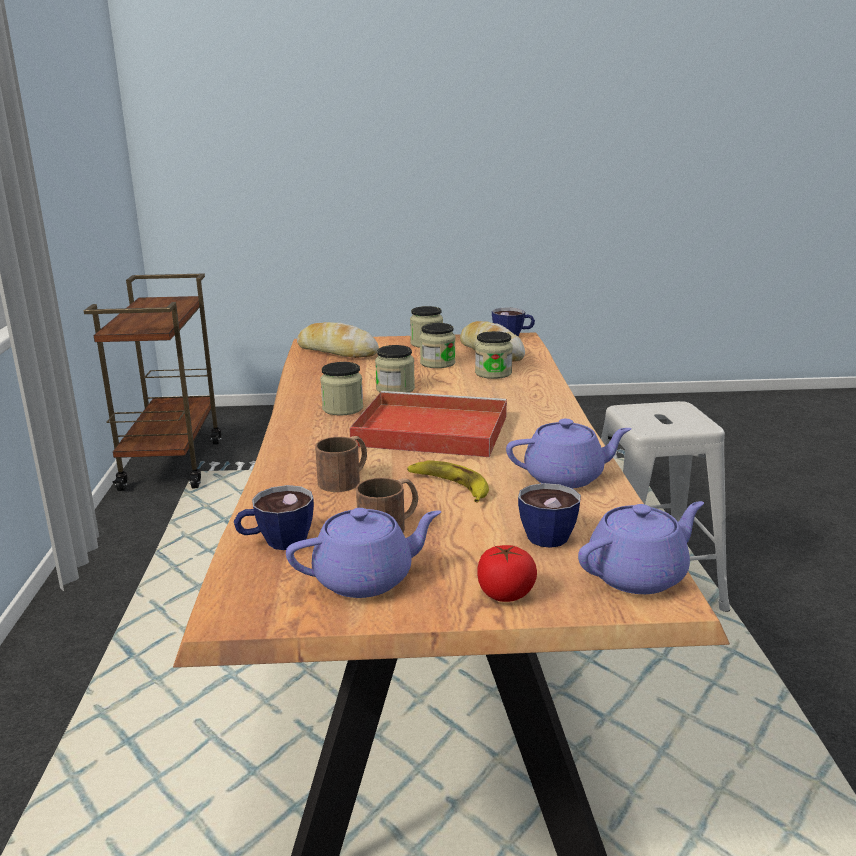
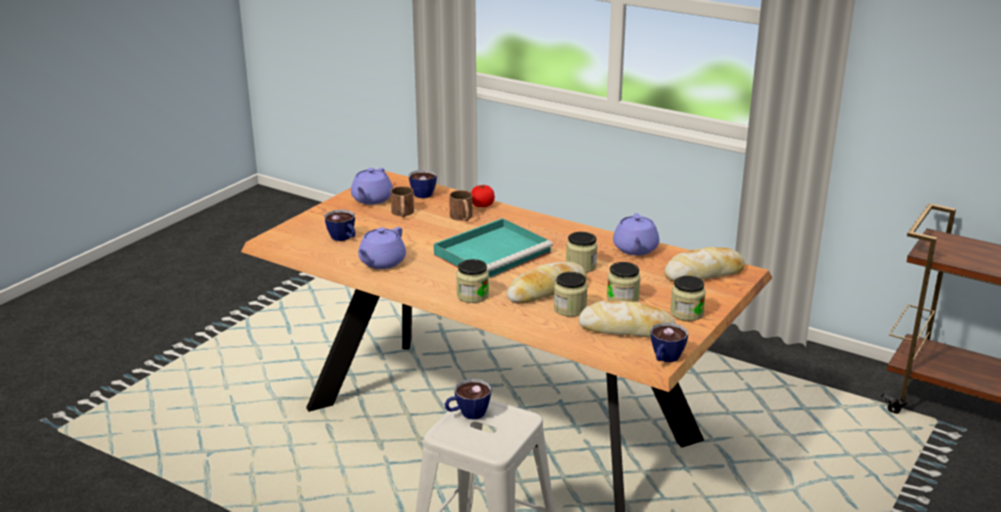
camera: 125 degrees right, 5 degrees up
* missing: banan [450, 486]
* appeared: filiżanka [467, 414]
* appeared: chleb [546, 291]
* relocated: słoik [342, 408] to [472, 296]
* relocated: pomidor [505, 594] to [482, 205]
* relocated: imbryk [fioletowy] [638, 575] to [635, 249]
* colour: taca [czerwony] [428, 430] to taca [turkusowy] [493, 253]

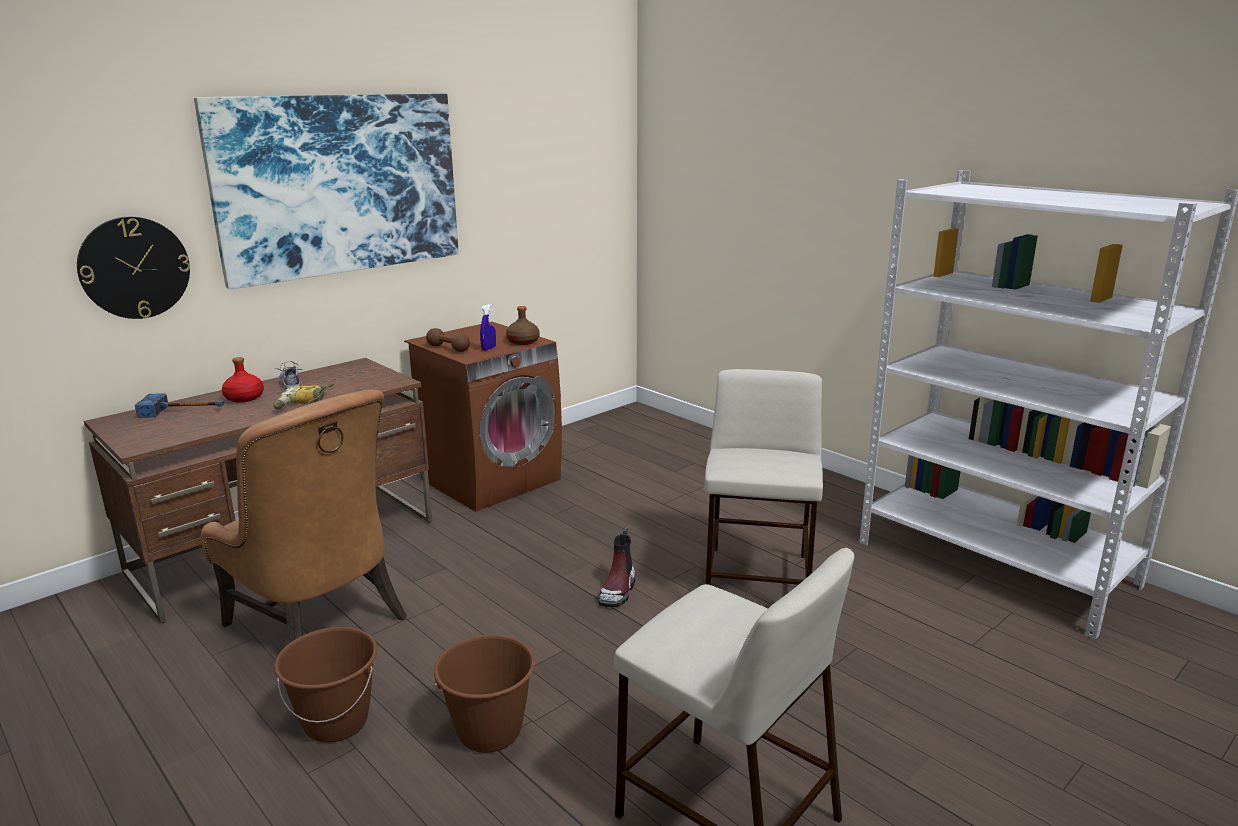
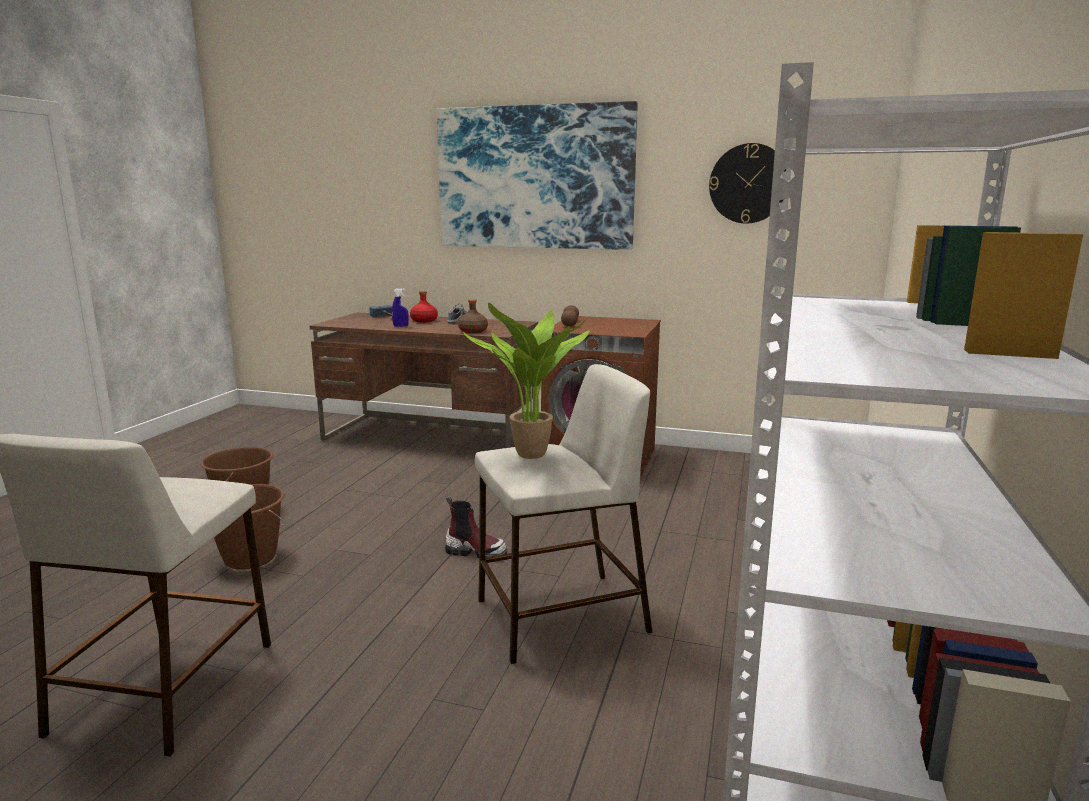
camera: 60 degrees right, 5 degrees down
* missing: krzesło [brązowy] [319, 621]
* missing: wiertarka [304, 403]
* appeared: roślina doniczkowa [534, 456]
* relocated: zegar ścienny [134, 268] to [748, 183]
* relocated: spryskiwacz [niebieski] [488, 349] to [400, 326]
* relocated: butelka [brązowy] [523, 341] to [473, 331]
* spun: but z cholewką [618, 591] = [476, 552] 150 degrees counterclockwise

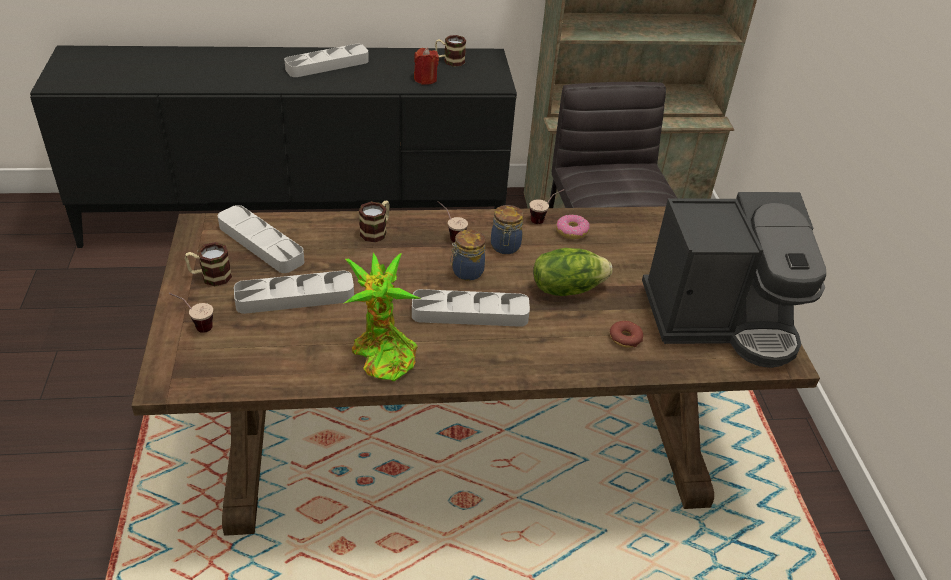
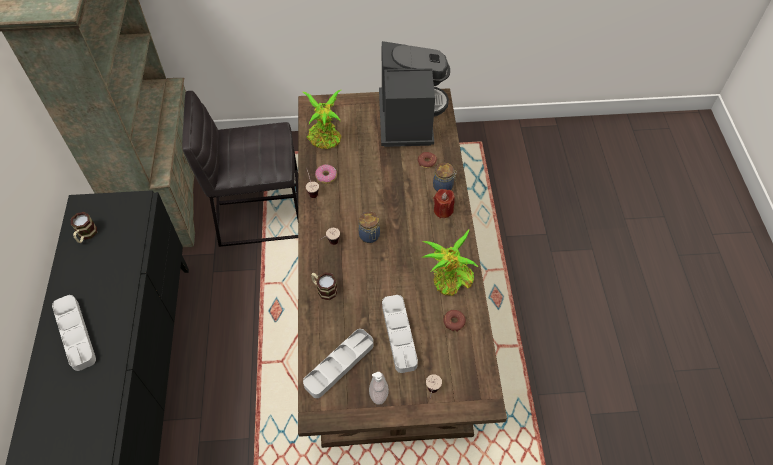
camera: 85 degrees left, 15 degrees up
* missing: taca [szary] [470, 313]
* missing: sałata [567, 288]
* appeared: roślina doniczkowa [325, 139]
* appeared: donut [454, 322]
* relocated: świeca [czerwony] [425, 79] to [443, 210]
* relocated: słoik [505, 247] to [443, 187]
* exchanged: kubek [210, 276] to dozownik mydła [378, 393]

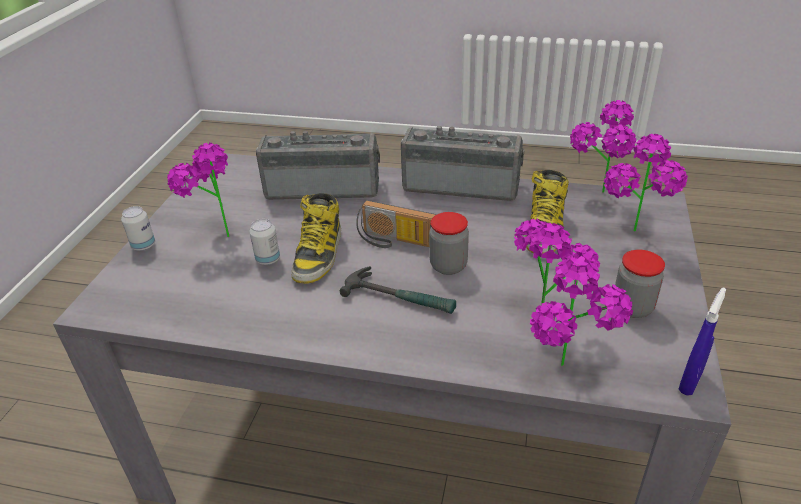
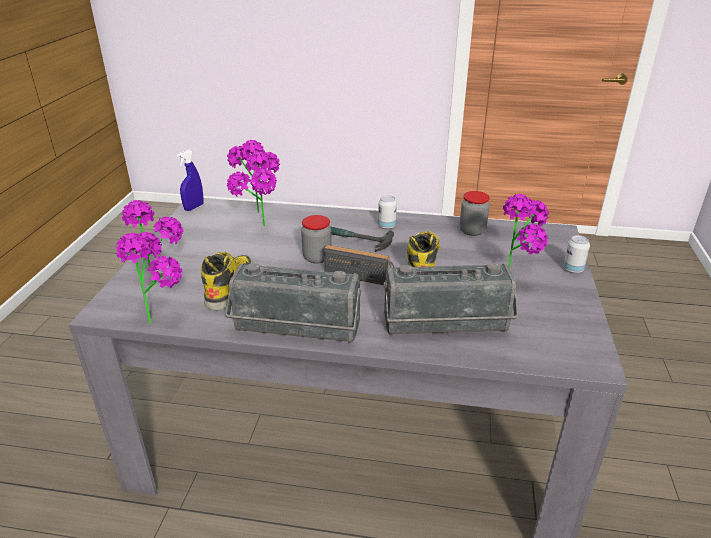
camera: 175 degrees right, 5 degrees down
* relocated: puszka [268, 259] to [386, 226]
* relocated: słoik [632, 307] to [472, 231]

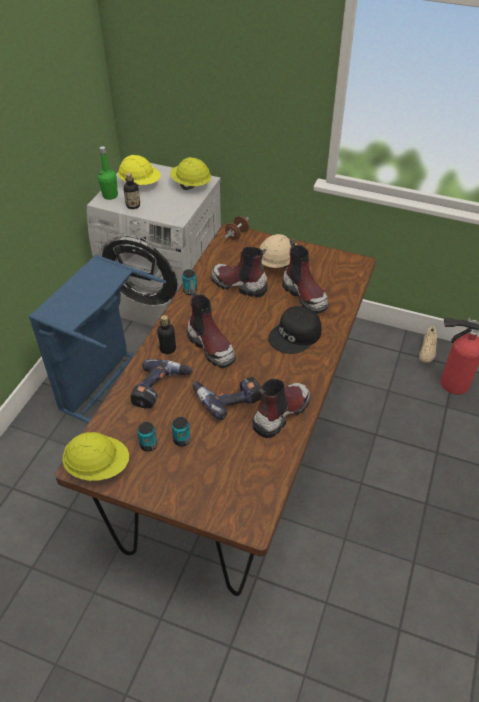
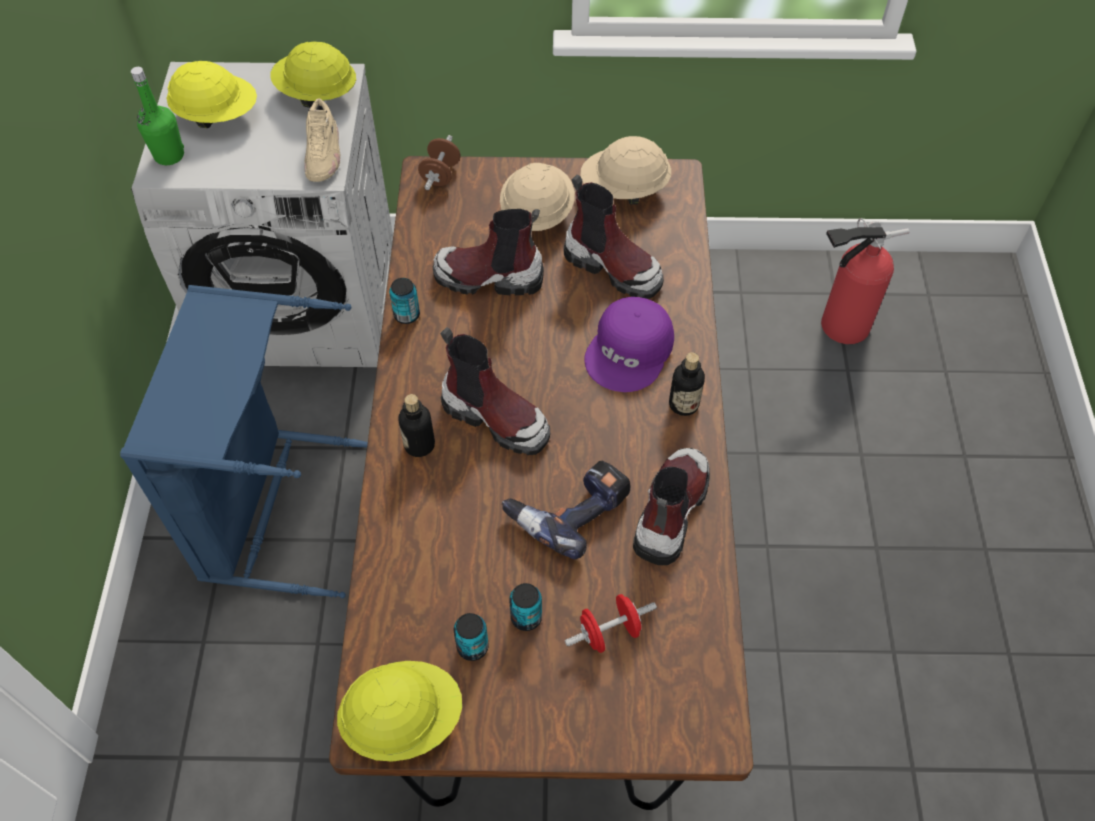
camera: 20 degrees left, 10 degrees up
* missing: wiertarka [160, 389]
* appeared: hantel [czerwony] [609, 632]
* appeared: kask [beżowy] [624, 190]
* relocated: butelka [133, 205] to [683, 404]
* relocated: but [beżowy] [427, 350] to [324, 155]
* colour: czapka z daszkiem [czarny] [295, 335] to czapka z daszkiem [fioletowy] [630, 351]

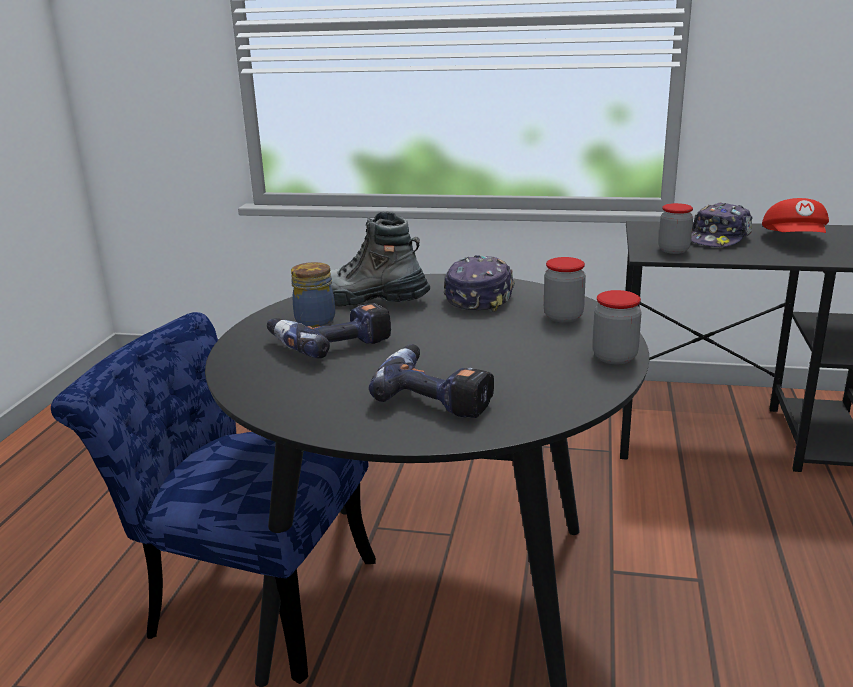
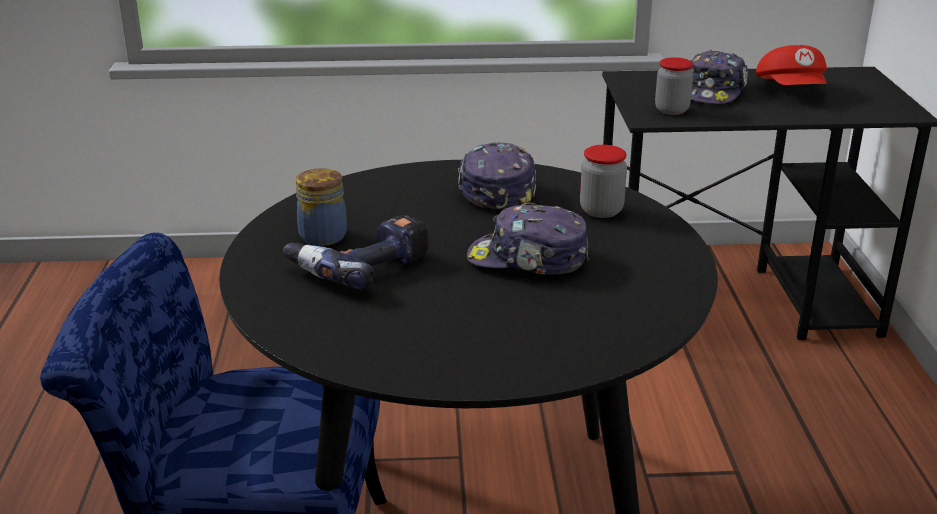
camera: 15 degrees left, 5 degrees up
* missing: but z cholewką [368, 299]
* missing: wiertarka [437, 394]
* missing: słoik [614, 357]
* appeared: czapka z daszkiem [528, 259]

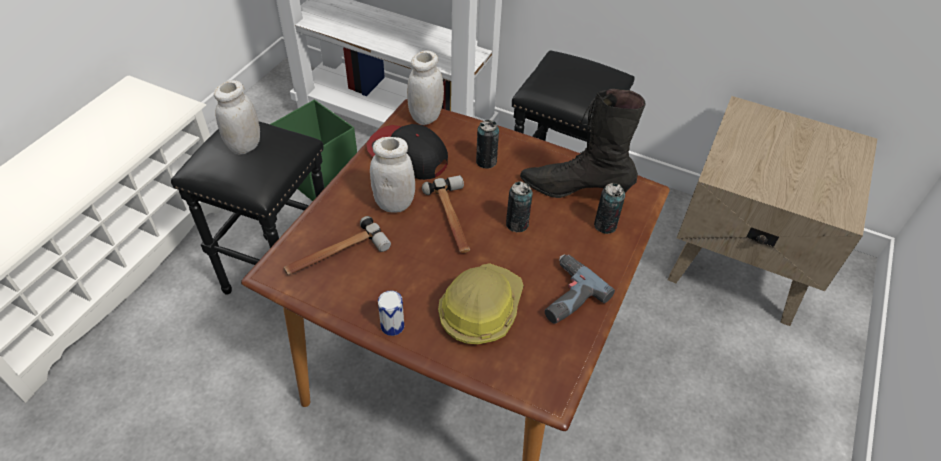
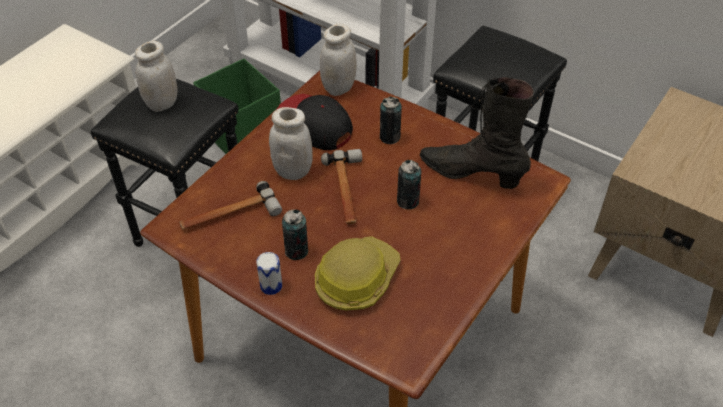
camera: 10 degrees right, 0 degrees up
* missing: wiertarka [565, 294]
* relocated: puszka [605, 225] to [296, 251]

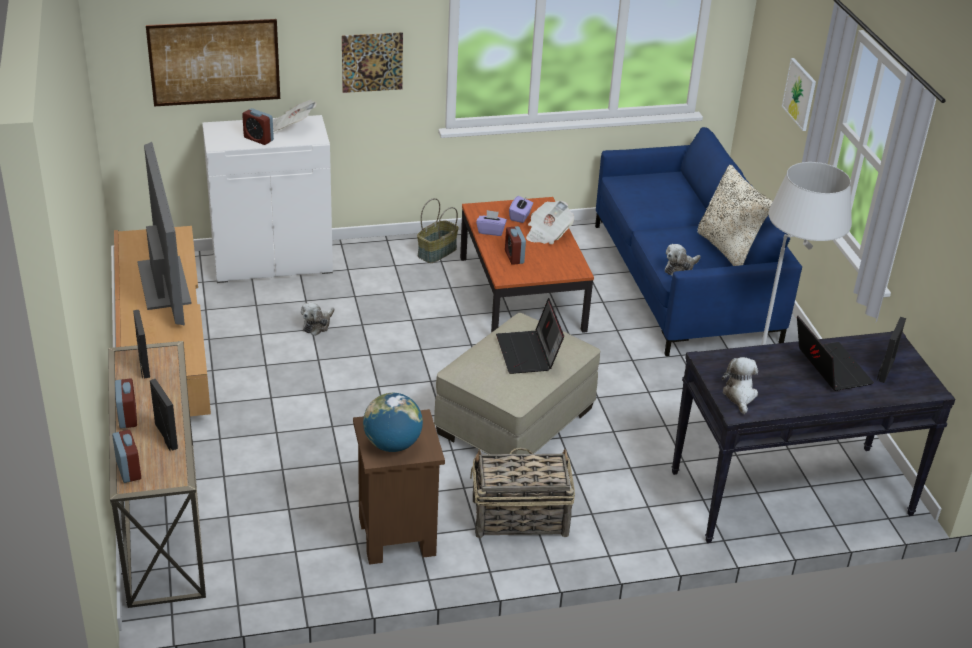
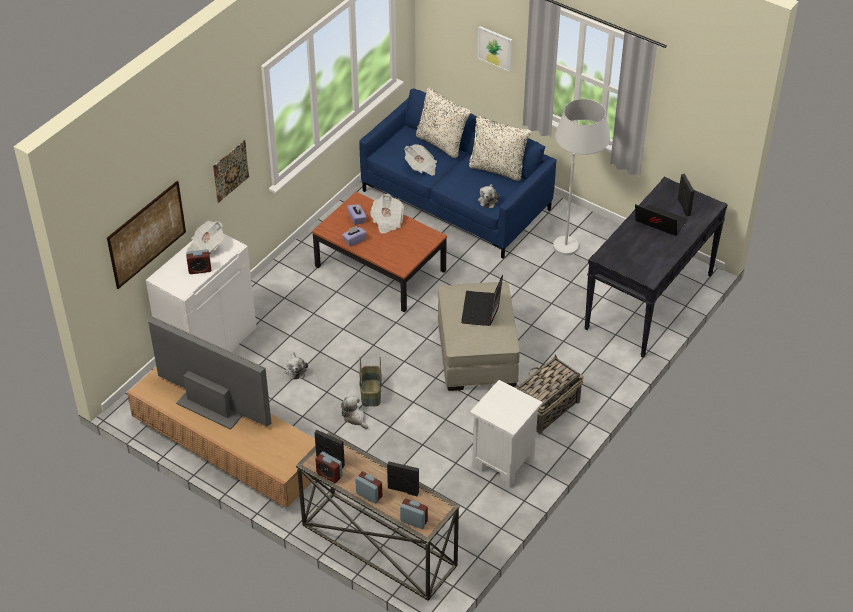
camera: 40 degrees left, 10 degrees up
* missing: globus [392, 445]
* appeared: gazeta [421, 167]
* appeared: poduszka [beżowy] [441, 145]
* relocated: koszyk [437, 252] to [371, 393]
* relocated: budzik [514, 257] to [329, 475]
* relocated: pluszak [739, 395] to [355, 418]
* colour: szafka nocna [brązowy] [395, 535] to szafka nocna [biały] [501, 463]
* spun: laptop [529, 353] = [482, 310] 60 degrees clockwise

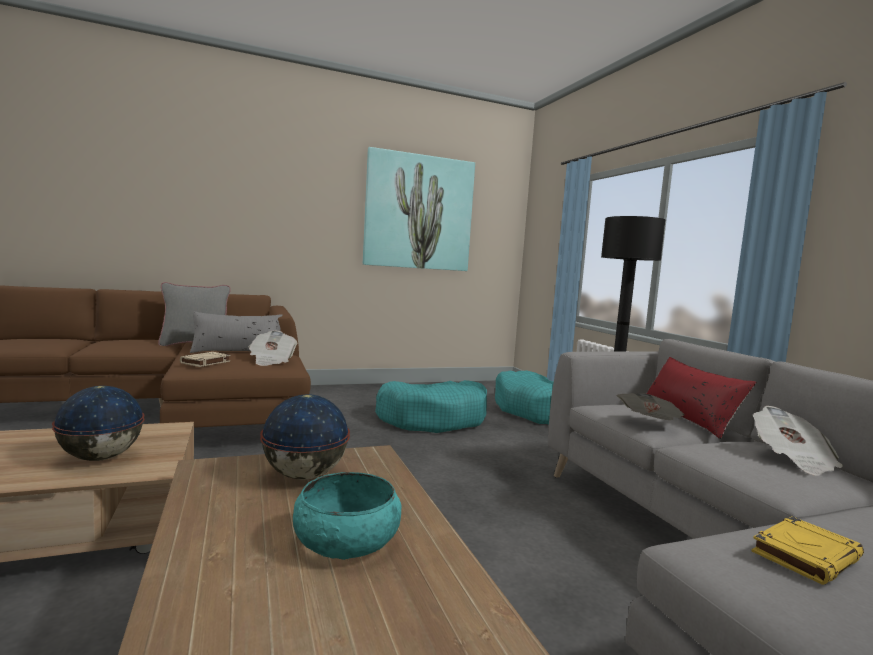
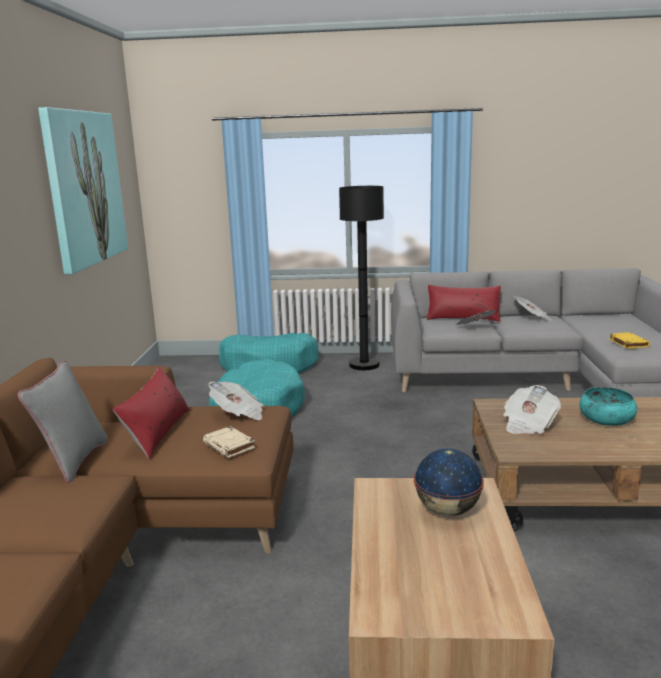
camera: 65 degrees left, 10 degrees up
* exchanged: globus [303, 476] to gazeta [528, 424]
* colour: poduszka [szary] [237, 351] to poduszka [czerwony] [157, 432]

